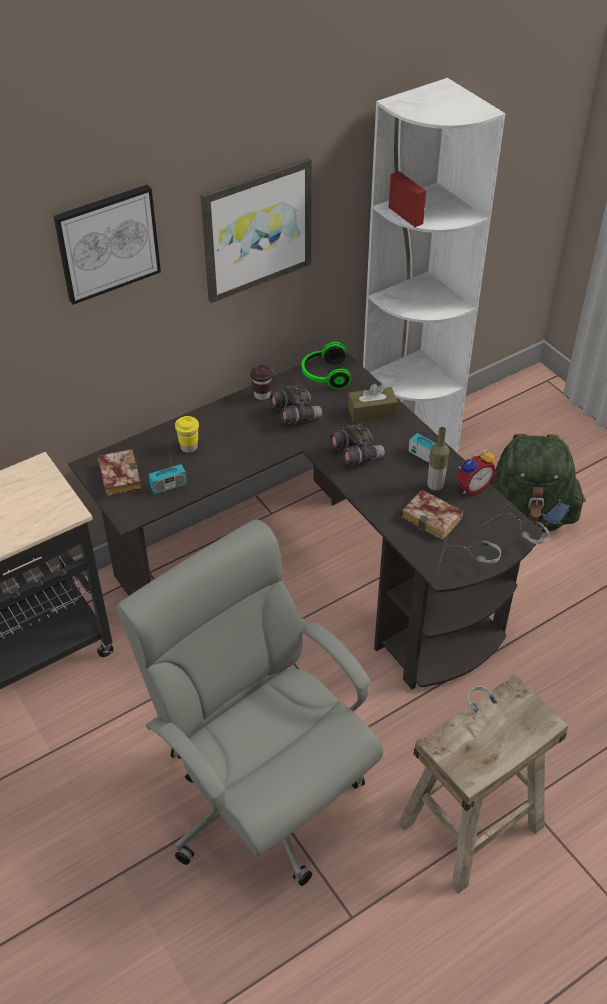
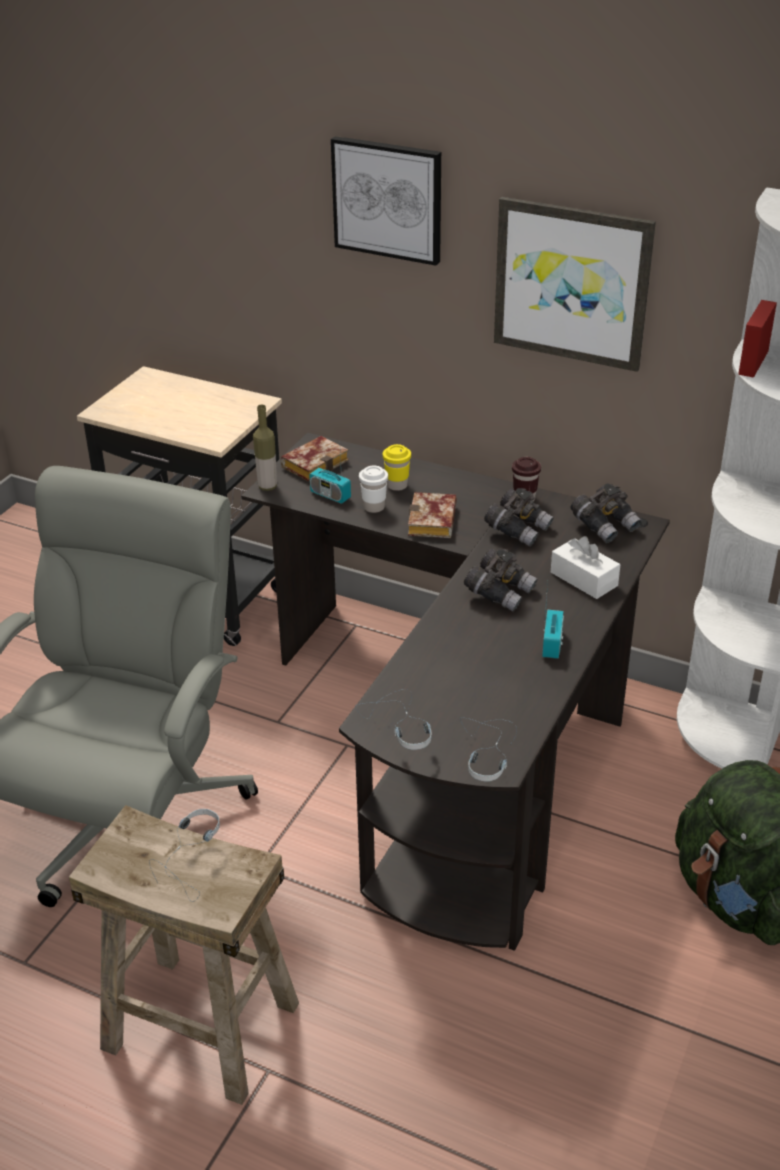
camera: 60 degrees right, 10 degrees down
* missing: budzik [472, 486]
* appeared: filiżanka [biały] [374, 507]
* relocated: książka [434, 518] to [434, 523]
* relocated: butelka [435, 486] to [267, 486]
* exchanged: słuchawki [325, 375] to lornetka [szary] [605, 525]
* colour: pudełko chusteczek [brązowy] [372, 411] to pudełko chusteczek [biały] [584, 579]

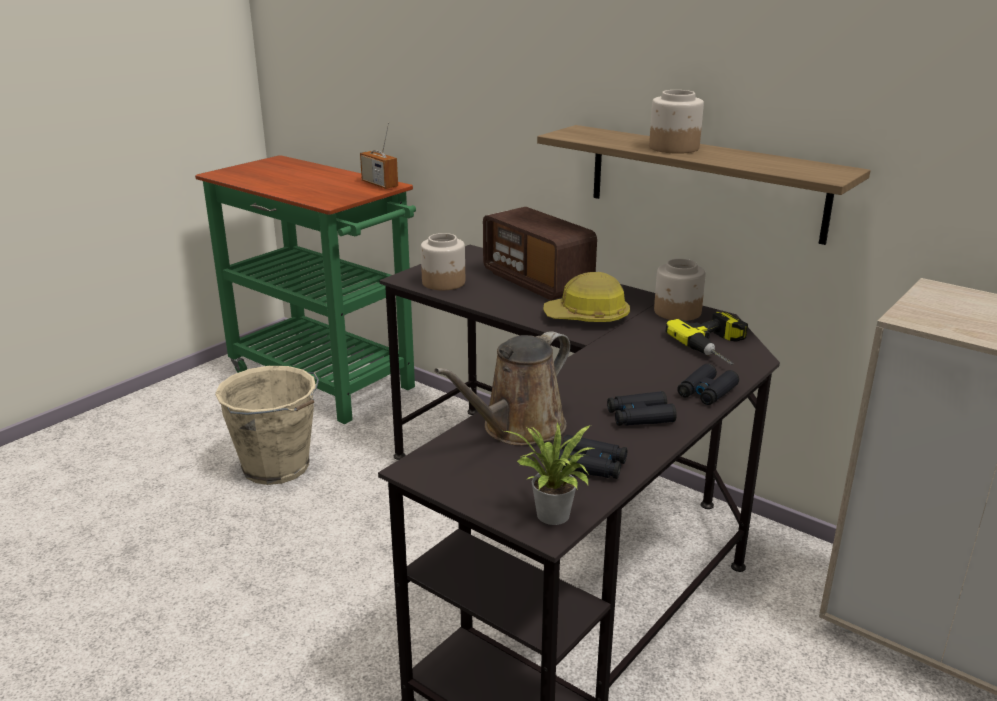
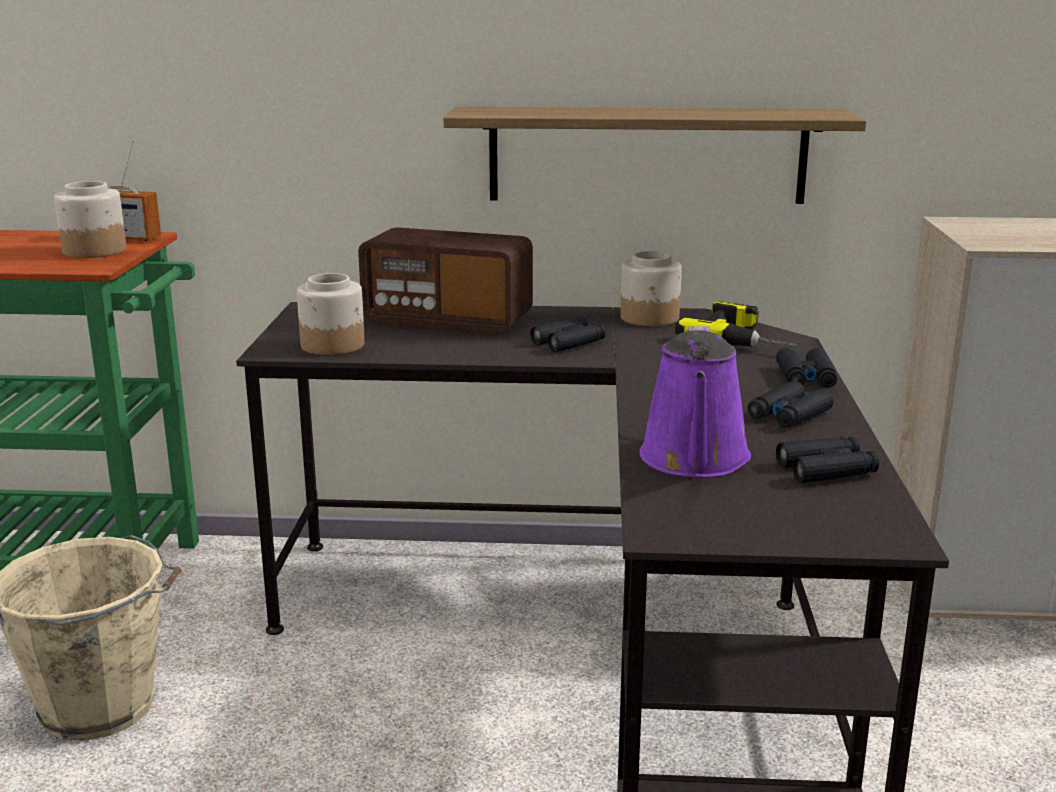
camera: 35 degrees left, 5 degrees down
* missing: roślina doniczkowa [553, 518]
* relocated: słoik [673, 148] to [93, 251]
* exchanged: kask [587, 317] to lornetka [czarny] [568, 342]
* colour: konewka [brązowy] [518, 429] to konewka [fioletowy] [695, 460]

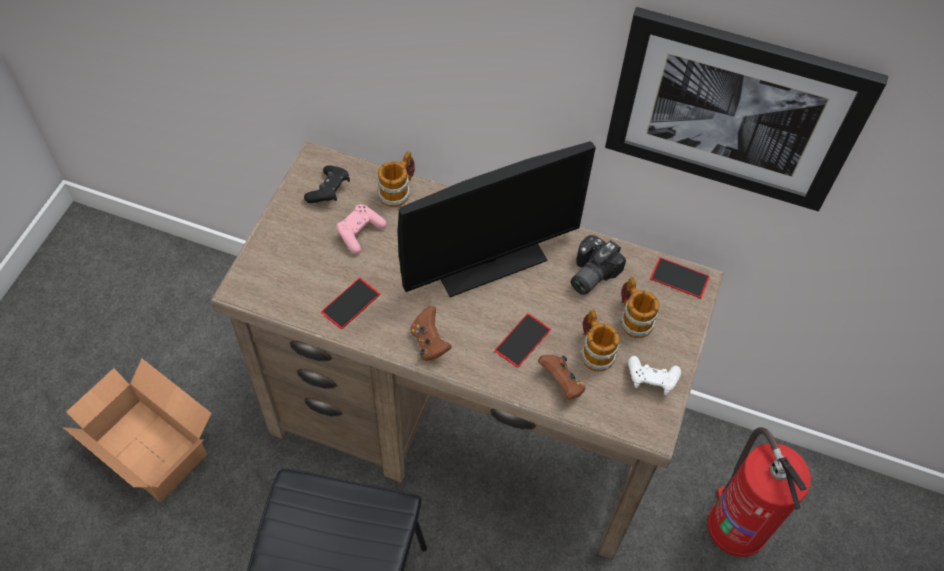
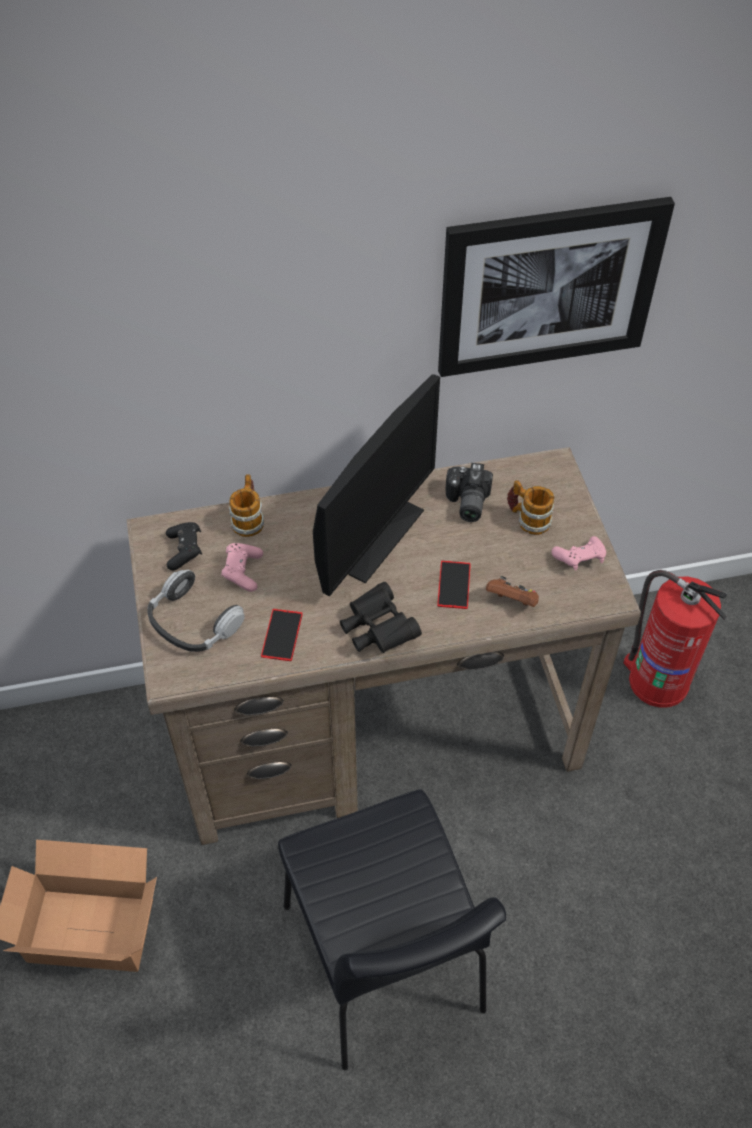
camera: 30 degrees left, 5 degrees down
* missing: kubek [594, 350]
* missing: telefon [679, 278]
* appeared: słuchawki [193, 622]
* exchanged: pad do gier [brązowy] [429, 343] to lornetka [czarny] [377, 629]
* colour: pad do gier [biały] [651, 380] to pad do gier [różowy] [579, 559]

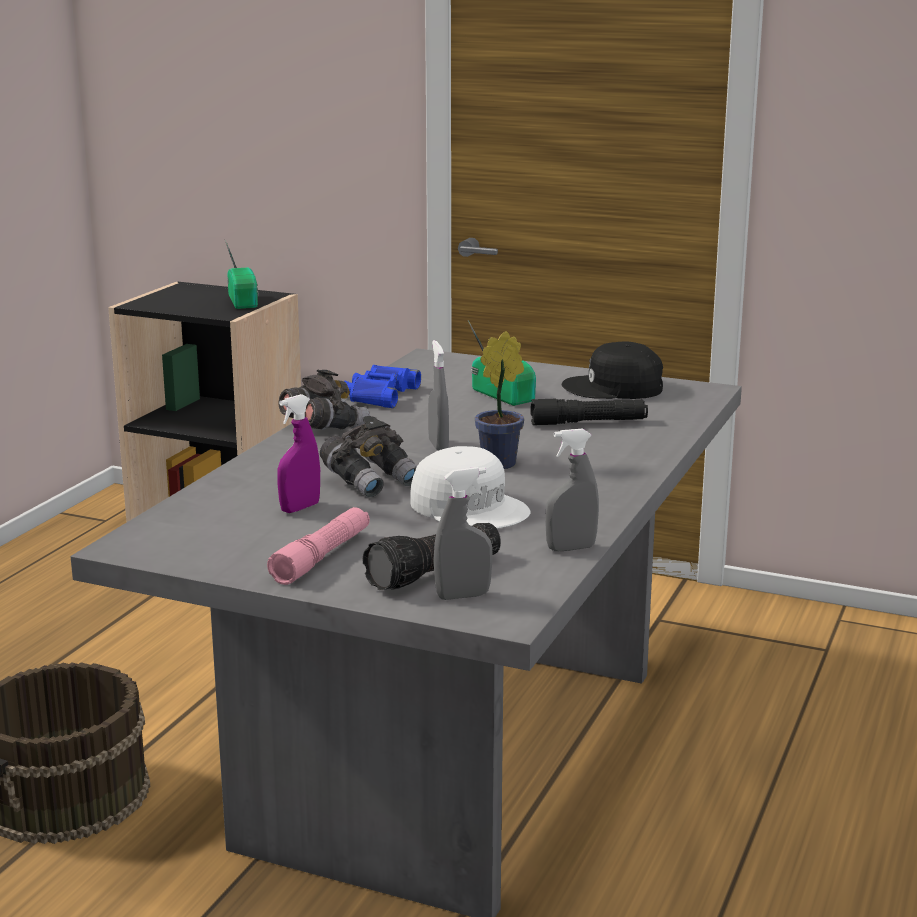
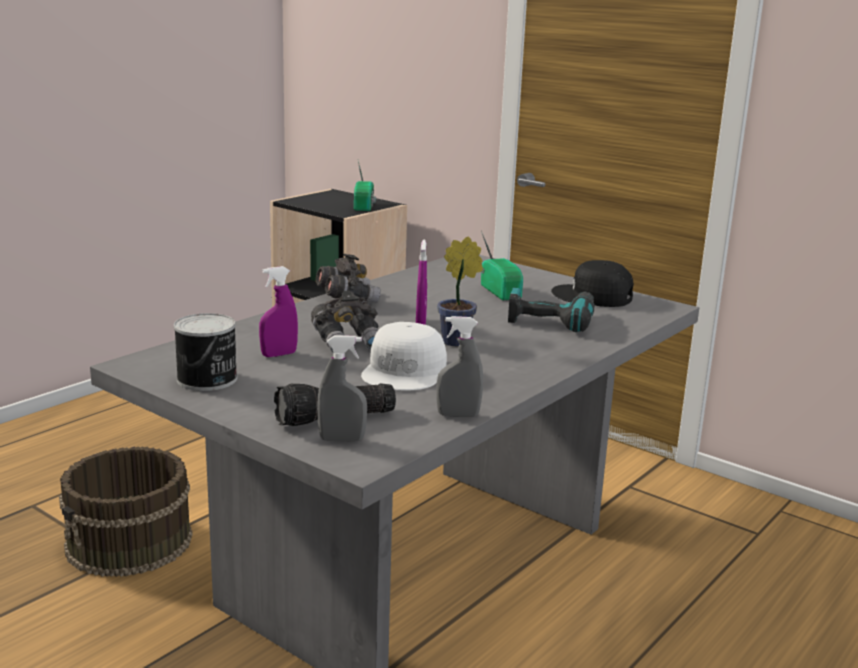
camera: 15 degrees right, 0 degrees up
* missing: latarka [różowy] [322, 557]
* missing: lornetka [niebieski] [379, 395]
* appeared: puszka [208, 379]
* exchanged: latarka [czarny] [588, 423] to wiertarka [551, 320]
* colour: spryskiwacz [szary] [438, 445] to spryskiwacz [fioletowy] [420, 322]
* spun: czapka z daszkiem [biały] [470, 507] = [406, 371] 45 degrees clockwise

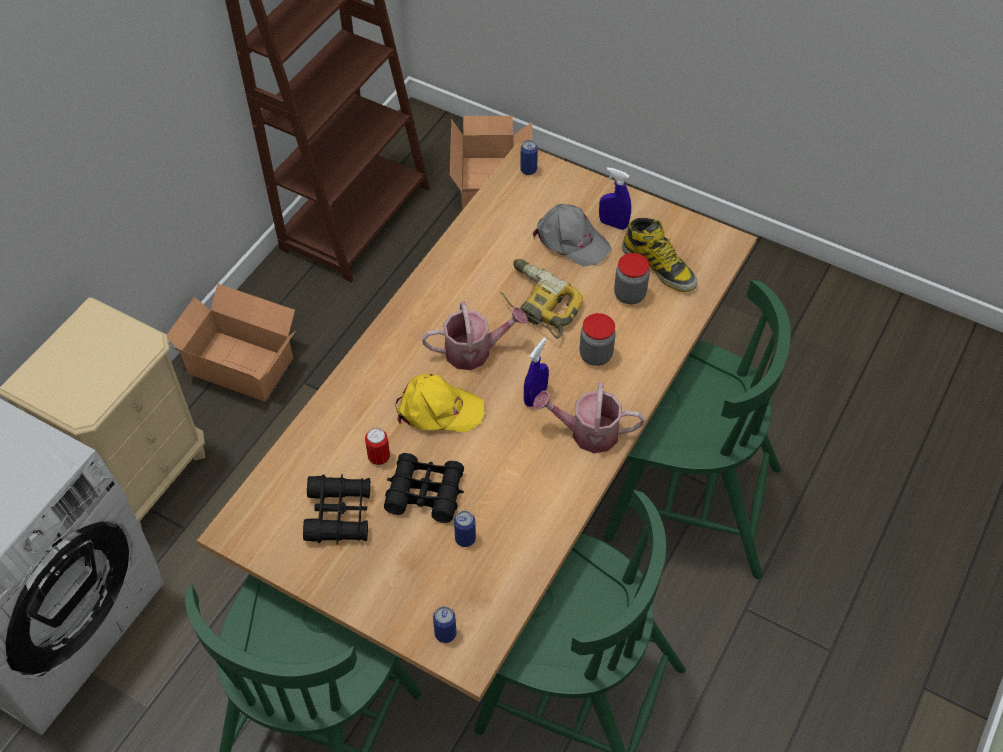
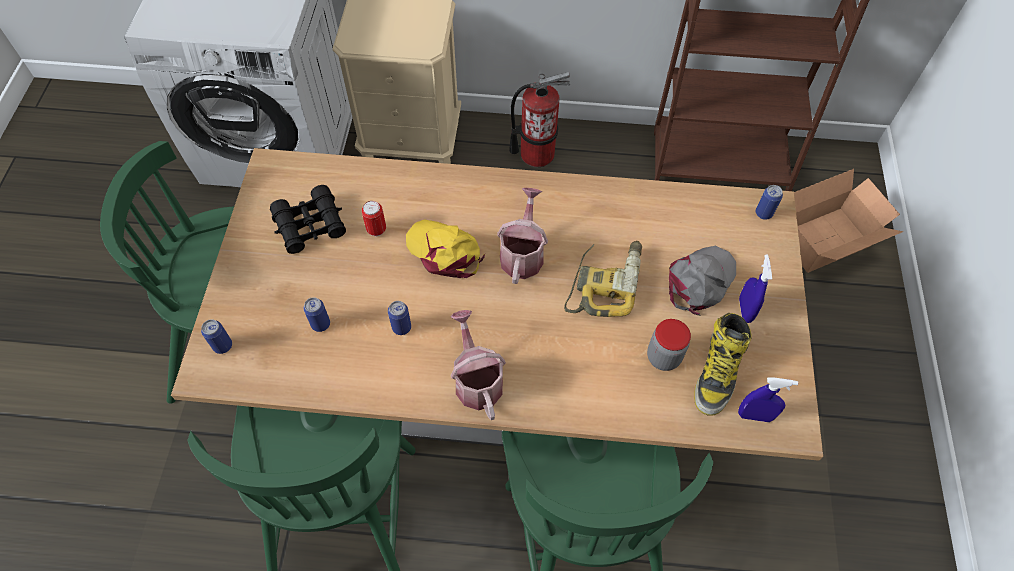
camera: 65 degrees right, 5 degrees up
* missing: lornetka [czarny] [425, 492]
* missing: słoik [595, 355]
* appeared: puszka [401, 327]
* relocated: spryskiwacz [niebieski] [535, 396] to [755, 416]
* exchanged: karton [240, 362] to gaśnica [536, 153]
* spun: czapka z daszkiem [żółty] [438, 410] = [445, 252] 150 degrees clockwise
* spun: konewka [474, 351] = [522, 253] 135 degrees counterclockwise
* spun: czapka z daszkiem [szary] [571, 240] = [699, 281] 150 degrees counterclockwise

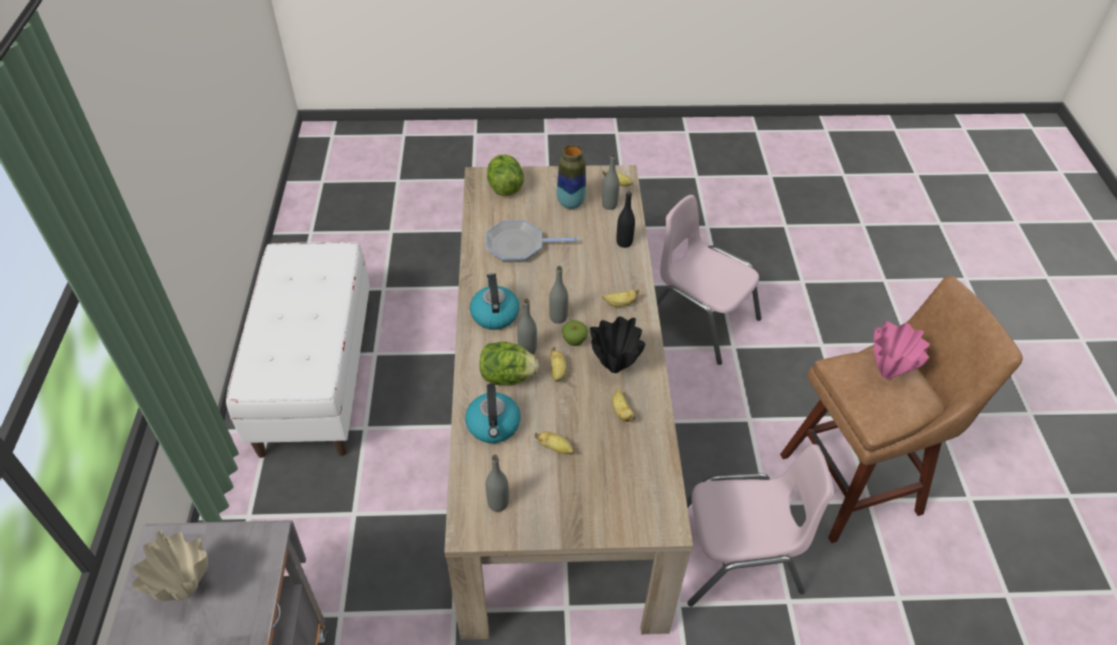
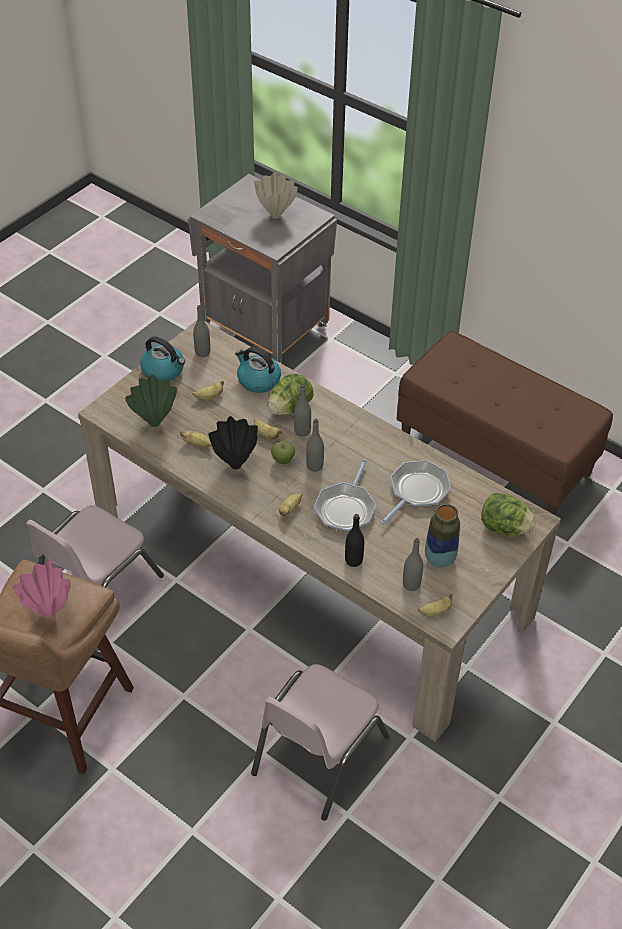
camera: 130 degrees right, 0 degrees up
* appeared: wazon [zielony] [155, 423]
* appeared: patelnia [346, 508]
* relocated: czajnik [494, 314] to [164, 370]
* colour: ławka [biały] [315, 377] to ławka [brązowy] [495, 455]
* spun: krzesło [różowy] [700, 319] = [318, 755] 135 degrees clockwise

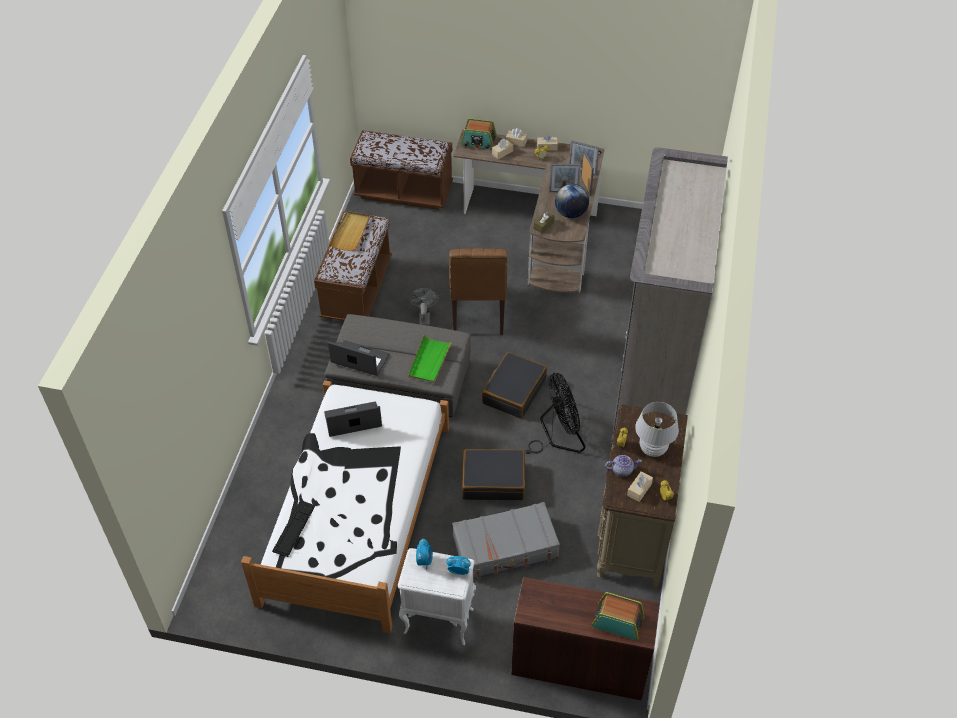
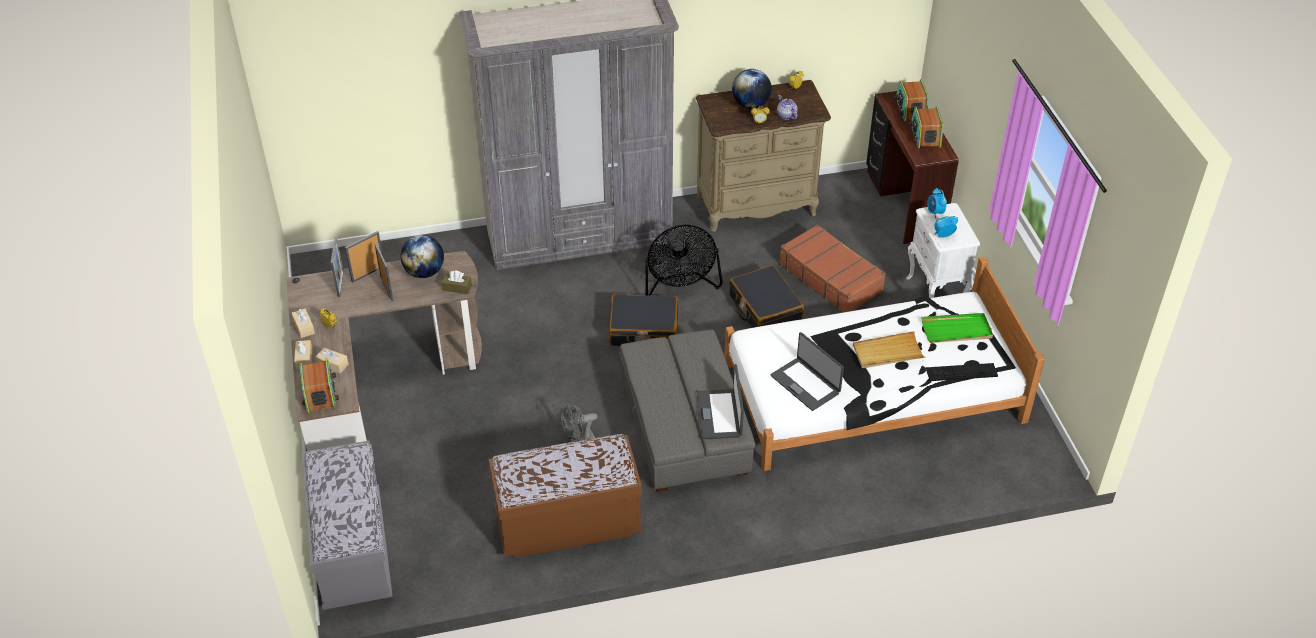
camera: 115 degrees left, 5 degrees down
* missing: krzesło [brązowy] [477, 310]
* missing: pudełko chusteczek [beżowy] [639, 489]
* appeared: radio [925, 136]
* relocated: taca [beżowy] [350, 232] to [888, 352]
* relocated: taca [zielony] [429, 361] to [956, 330]
* exchanged: lampa stołowa [biały] [652, 449] to globus [751, 105]
* colour: ławka [brązowy] [404, 192] to ławka [szary] [353, 551]
* colour: walizka [szary] [505, 547] to walizka [brązowy] [831, 277]
* spun: wentylator [czarny] [556, 432] = [677, 284] 150 degrees counterclockwise

